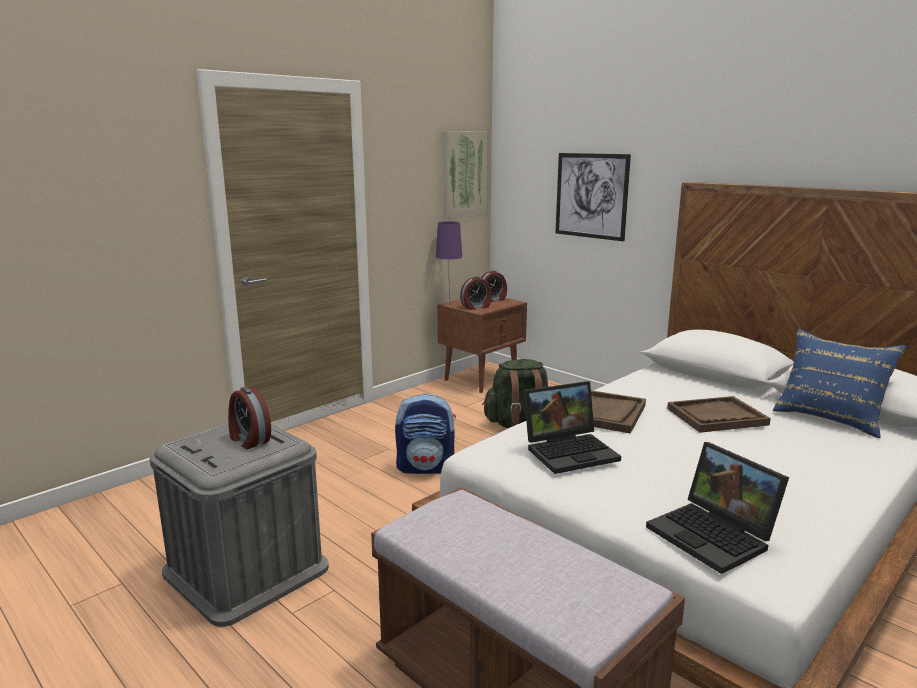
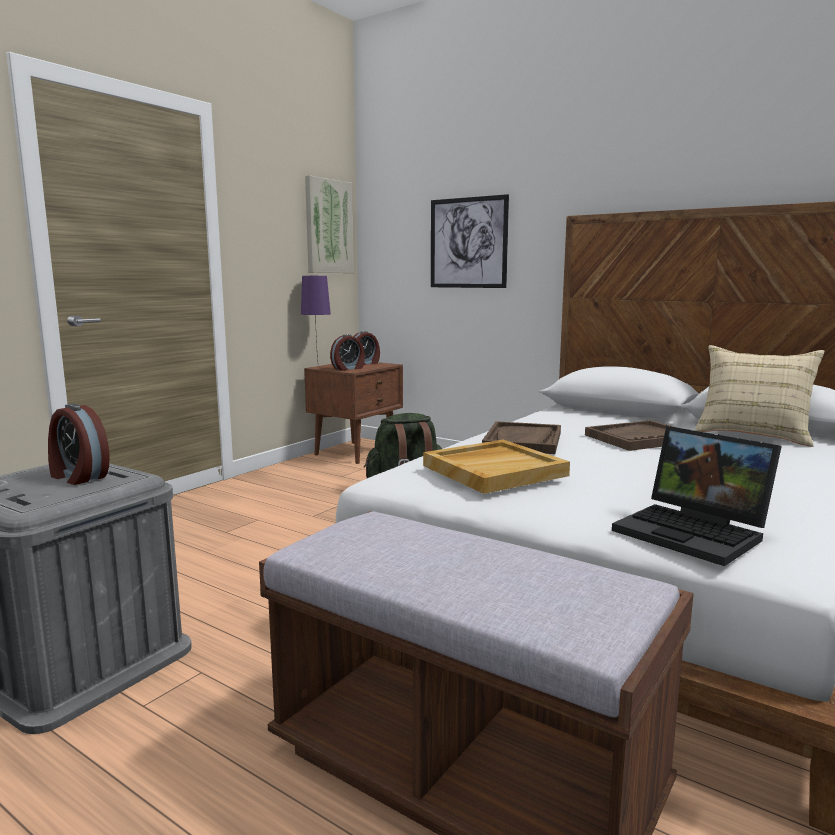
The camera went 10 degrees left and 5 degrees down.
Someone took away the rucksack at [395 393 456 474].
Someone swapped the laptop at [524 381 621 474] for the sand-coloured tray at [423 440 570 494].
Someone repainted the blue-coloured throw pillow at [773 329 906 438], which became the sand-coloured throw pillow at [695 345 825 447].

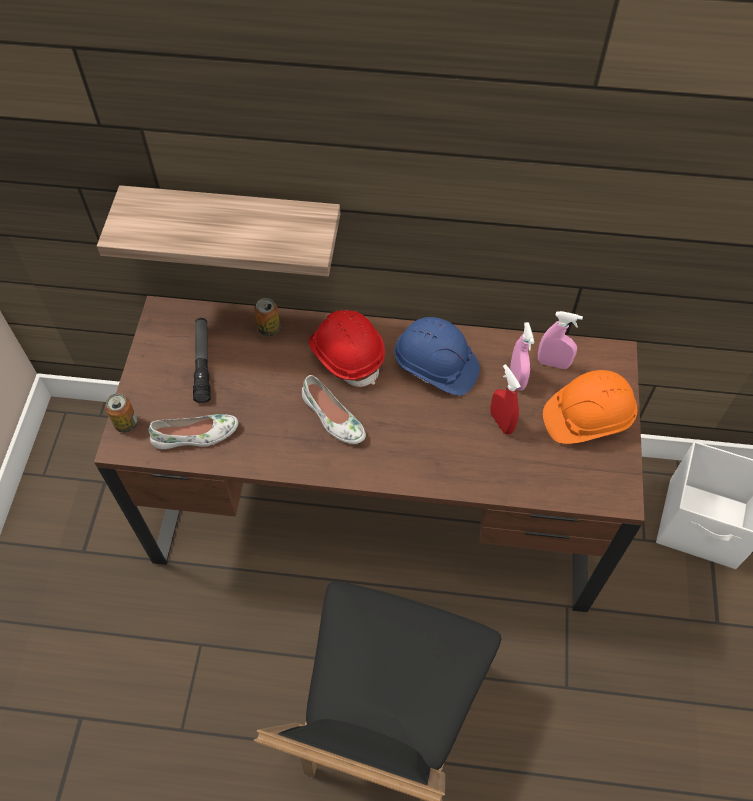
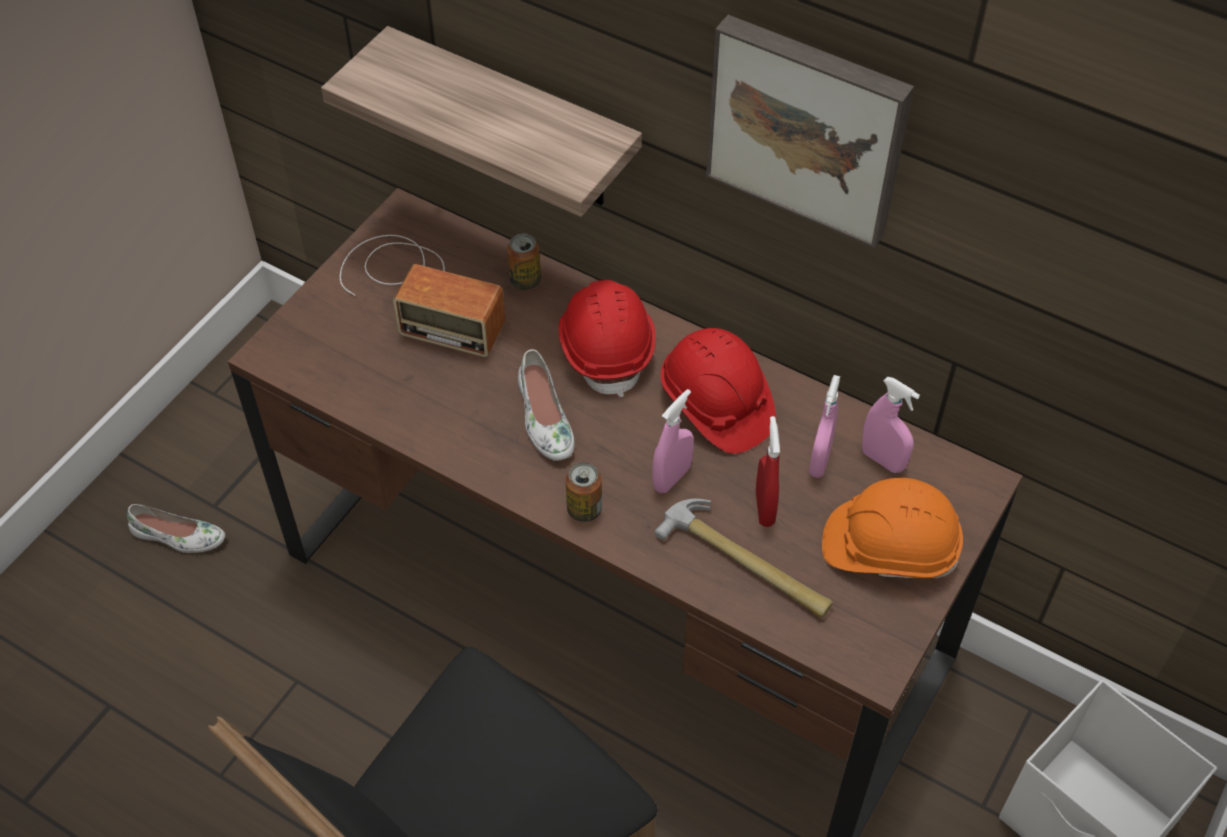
The camera went 25 degrees right and 5 degrees down.
Someone put down the pink-coloured spray bottle at [652 389 694 493].
Someone put down the hammer at [655 499 833 618].
Someone put up the picture at [706 15 914 248].
Someone carried the metal can from [105 394 138 433] to [566 462 602 522].
Someone carried the white-coloured low shoe from [149 414 238 449] to [127 504 225 553].
Someone swapped the torch at [193 318 210 403] for the radio set at [340 235 505 357].
Someone repainted the blue-coloured work helmet at [394 317 480 396], which became the red-coloured work helmet at [661 328 776 454].

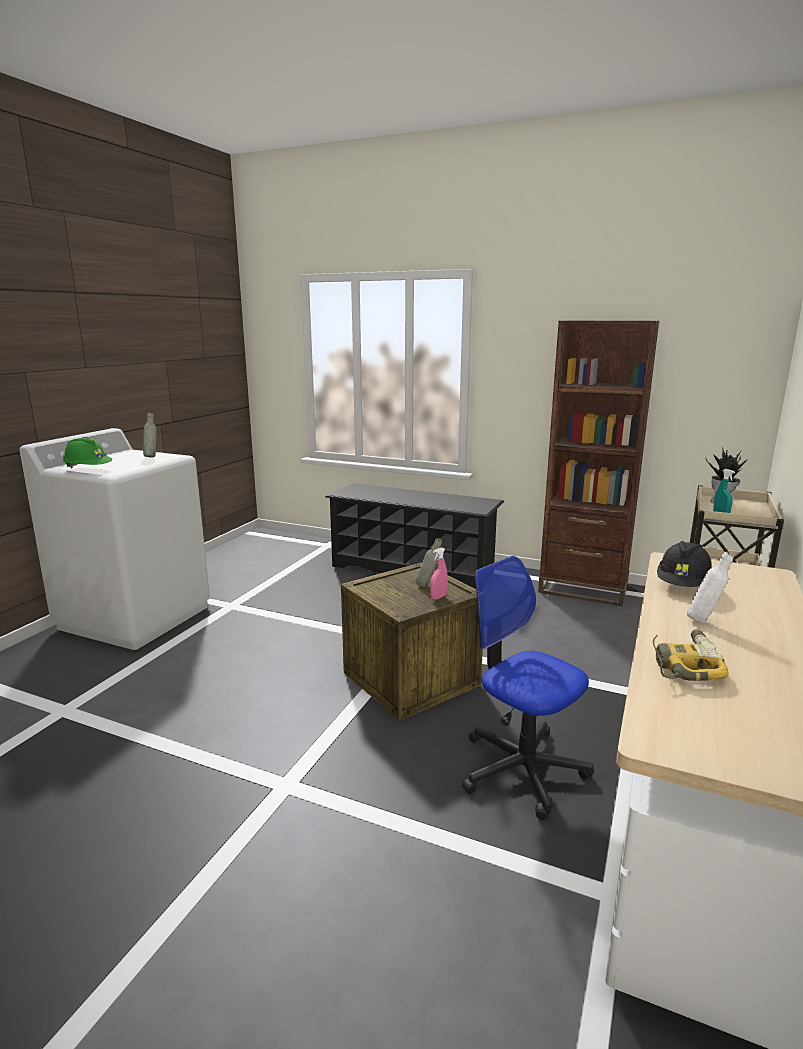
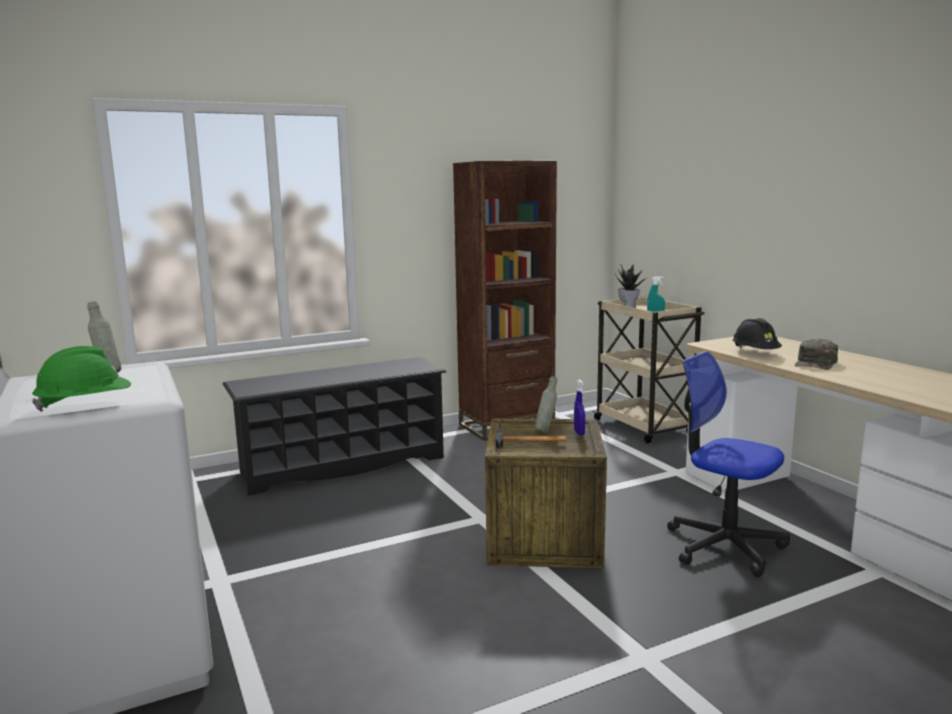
The camera went 50 degrees left and 5 degrees down.
Someone took away the electric drill at [653 629 729 681].
Someone put down the hammer at [496 430 566 449].
Someone swapped the white-coloured drink bottle at [687 552 734 623] for the green-coloured cap at [795 339 838 370].
Someone repainted the pink-coloured spray bottle at [430 547 448 600], which became the blue-coloured spray bottle at [574 379 585 435].
Someone rotated the office chair at [462 556 594 820] by 45 degrees clockwise.

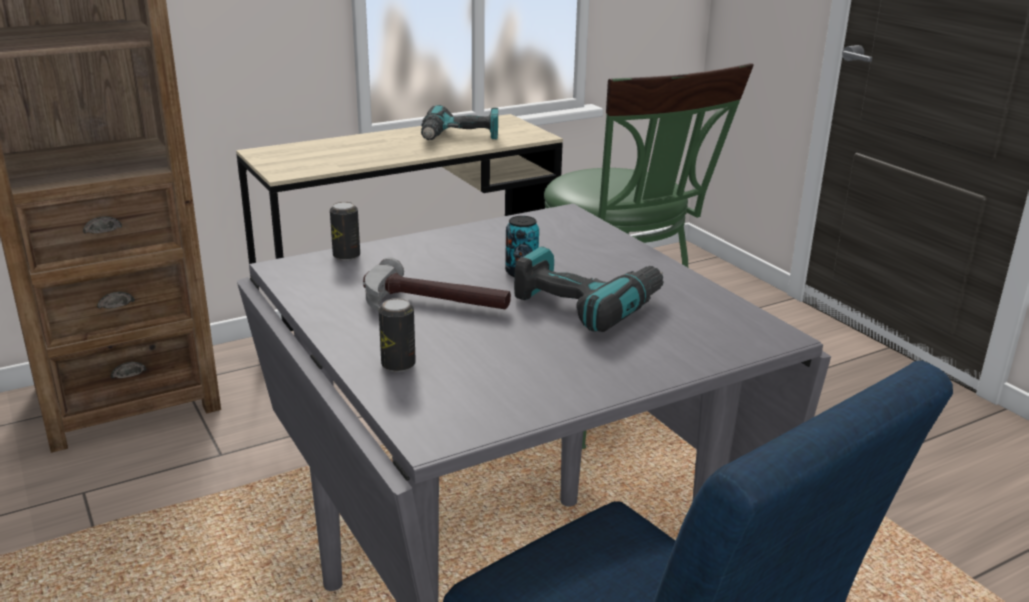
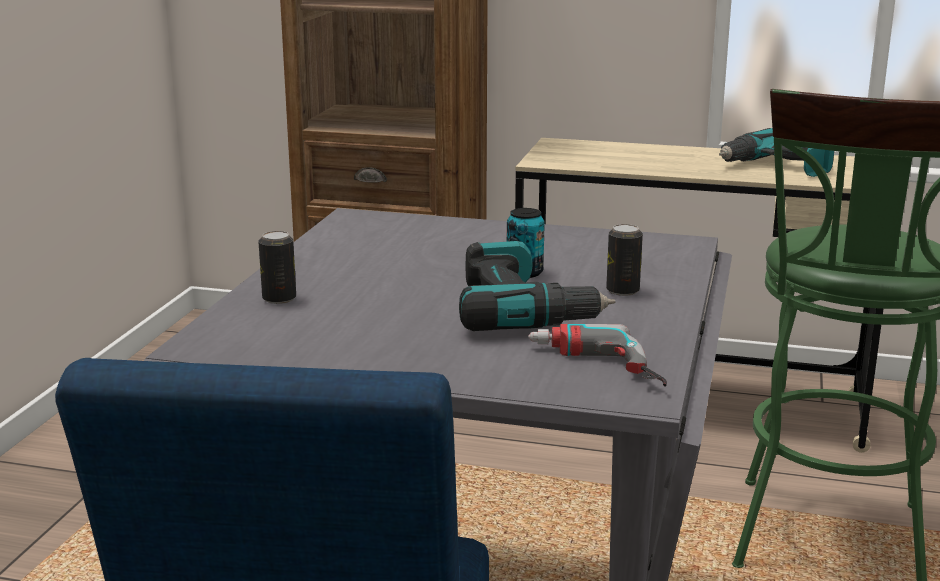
The camera went 45 degrees right and 5 degrees down.
Someone took away the hammer at [363 257 511 312].
Someone put down the electric drill at [528 324 667 387].
Someone carried the metal can from [330 202 360 261] to [606 224 643 296].

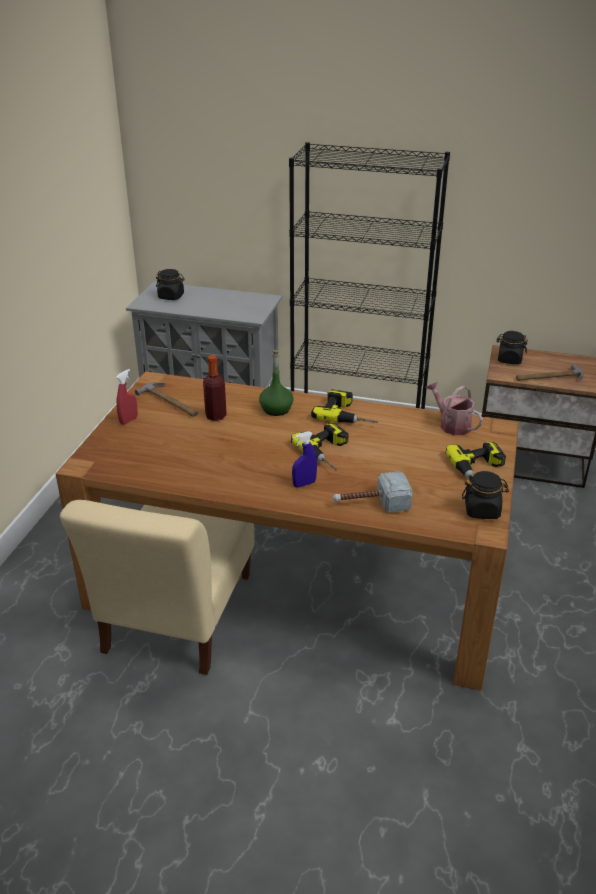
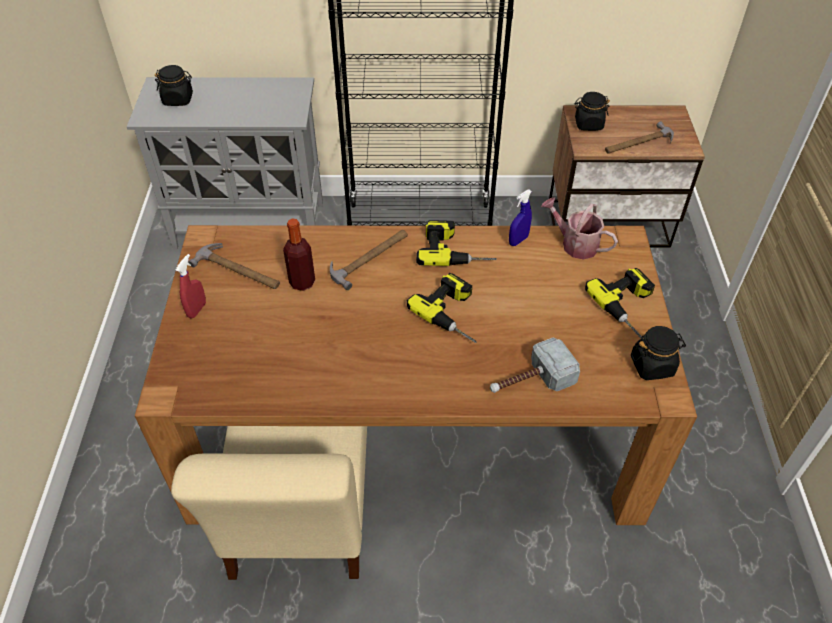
The camera went 15 degrees left and 15 degrees up.
Someone carried the blue-coloured spray bottle from [292 431 317 488] to [509 189 532 246].
Someone swapped the green-coloured drink bottle at [259 350 294 416] for the hammer at [330 230 408 290].

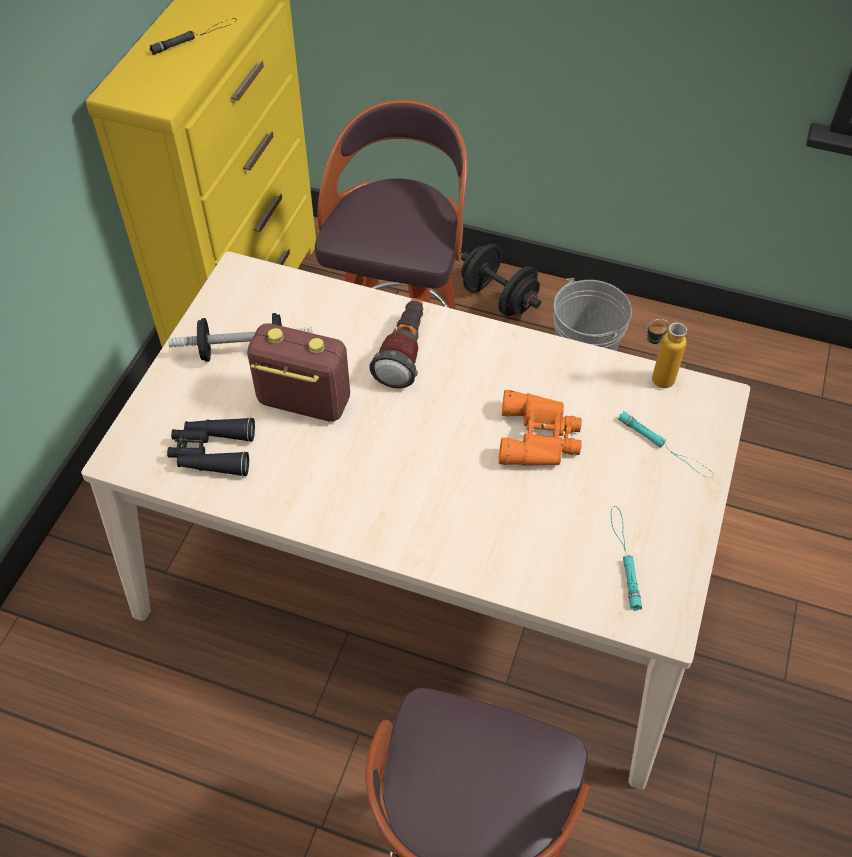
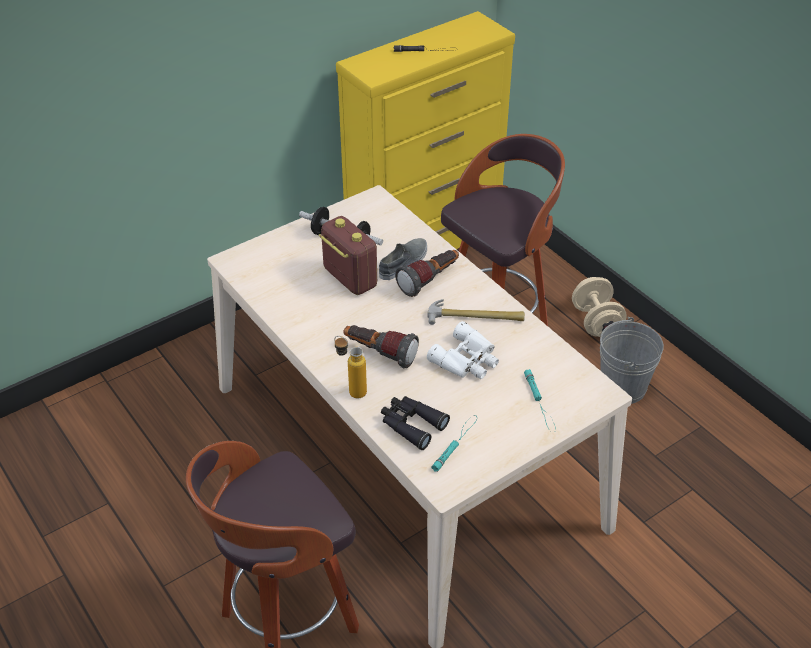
The camera went 35 degrees right and 10 degrees down.
Someone put down the torch at [344 325 419 368].
Someone put down the grey low shoe at [379 238 427 280].
Someone put down the hammer at [427 299 525 325].
Someone carried the black field glasses from [167 417 255 477] to [381 396 450 450].
Someone carried the drink bottle from [647 319 687 388] to [334 336 367 399].
Someone repainted the black free weight at [461 244 541 316], which became the sand-coloured free weight at [572 277 627 337].
Someone repainted the orangey field glasses at [499 390 582 466], which became the white-coloured field glasses at [427 321 499 379].

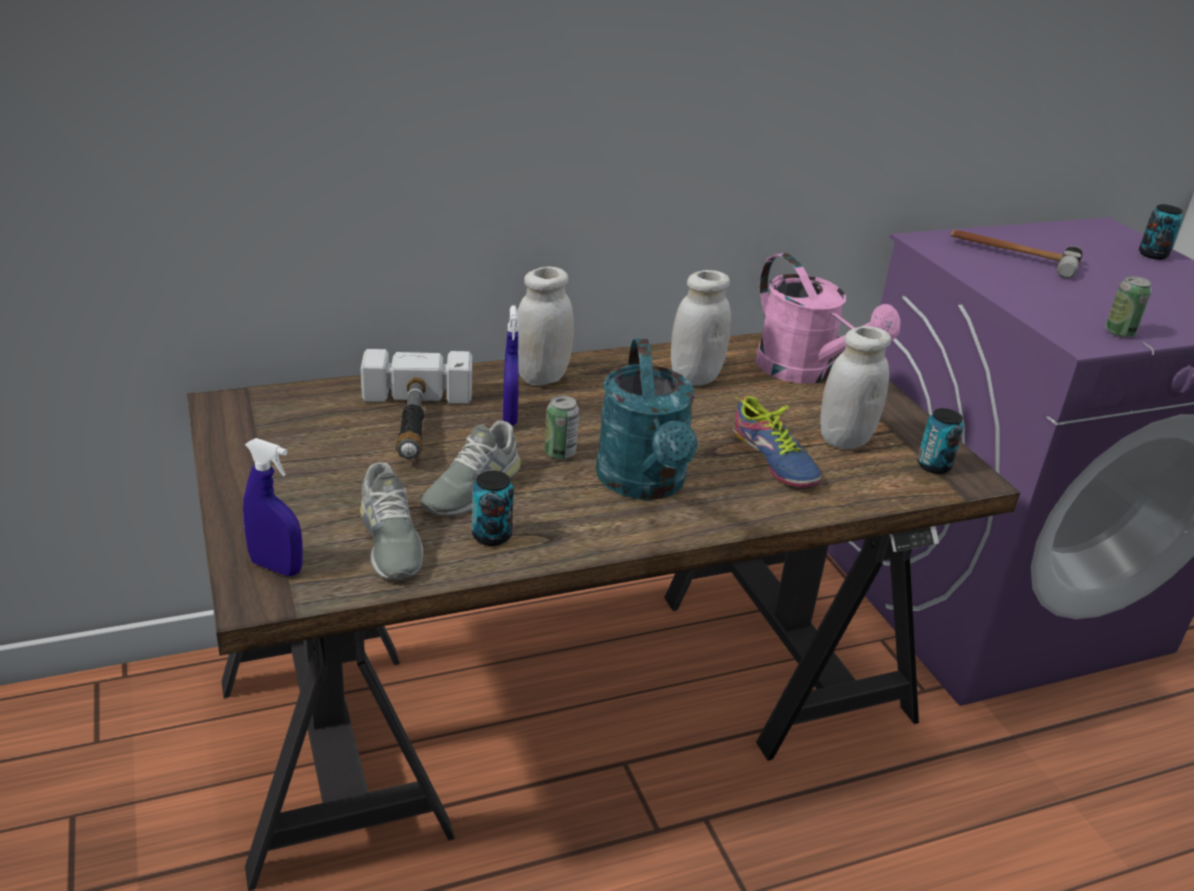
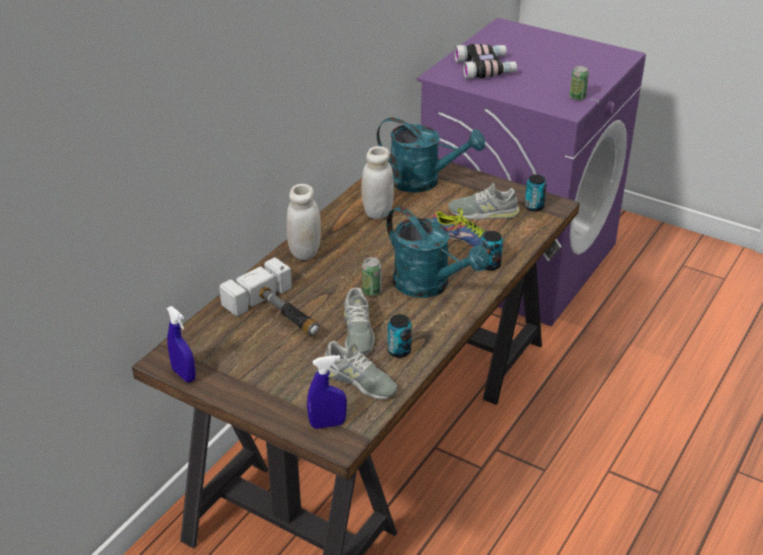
The camera went 35 degrees left and 5 degrees up.
Someone carried the blue-coloured spray bottle from [503 305 519 425] to [166 306 196 382].
Someone carried the metal can from [1139 204 1183 260] to [481 231 503 270].
Someone swapped the white-coloured storage jar at [820 326 891 449] for the grey low shoe at [448 182 520 220].
Someone swapped the hammer at [950 230 1083 278] for the field glasses at [454 44 517 79].
Someone repainted the pink-coloured sprinkling can at [756 253 900 384], which became the blue-green sprinkling can at [377 118 485 193].

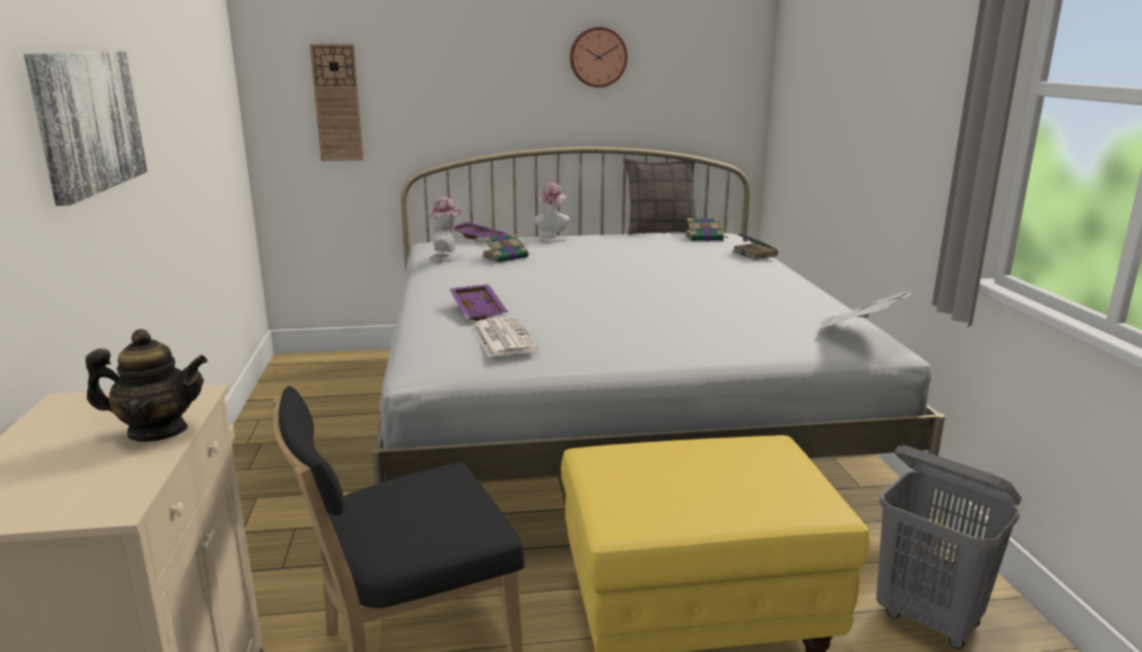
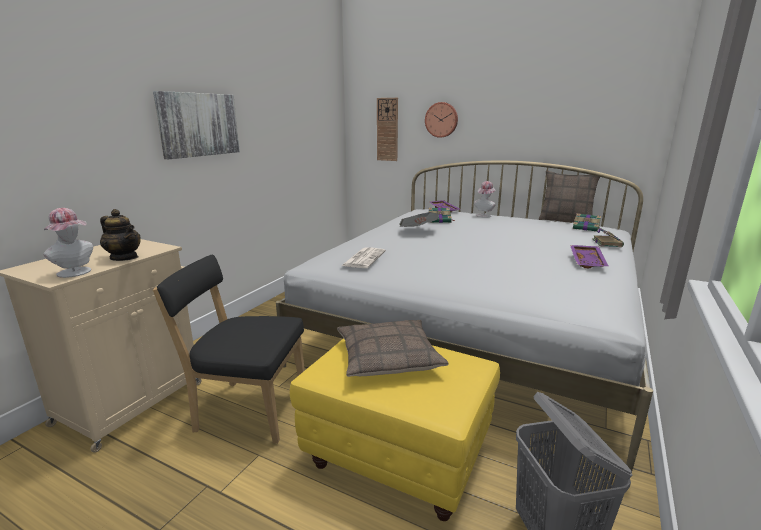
The camera went 35 degrees right and 0 degrees up.
Someone put down the throw pillow at [337 320 449 377].
Someone carried the hat from [428 197 463 261] to [43 208 93 278].
Someone carried the purple tray from [449 284 508 321] to [570 245 608 268].
Someone carried the clock on the wall from [570 27 628 88] to [425 102 458 138].
Someone carried the daily paper from [819 291 911 329] to [399 212 439 227].

